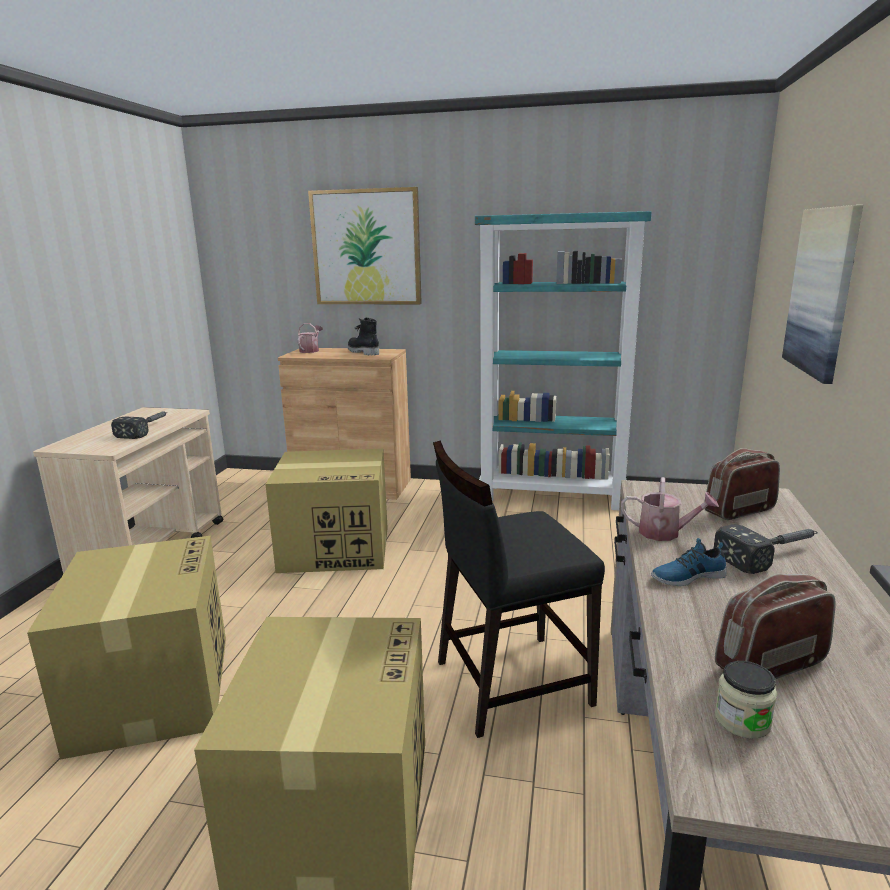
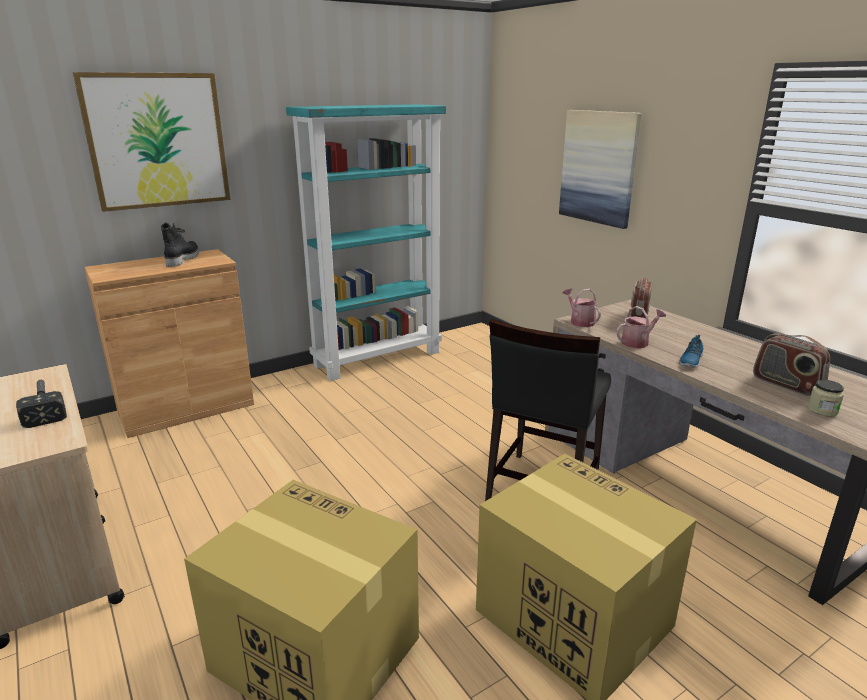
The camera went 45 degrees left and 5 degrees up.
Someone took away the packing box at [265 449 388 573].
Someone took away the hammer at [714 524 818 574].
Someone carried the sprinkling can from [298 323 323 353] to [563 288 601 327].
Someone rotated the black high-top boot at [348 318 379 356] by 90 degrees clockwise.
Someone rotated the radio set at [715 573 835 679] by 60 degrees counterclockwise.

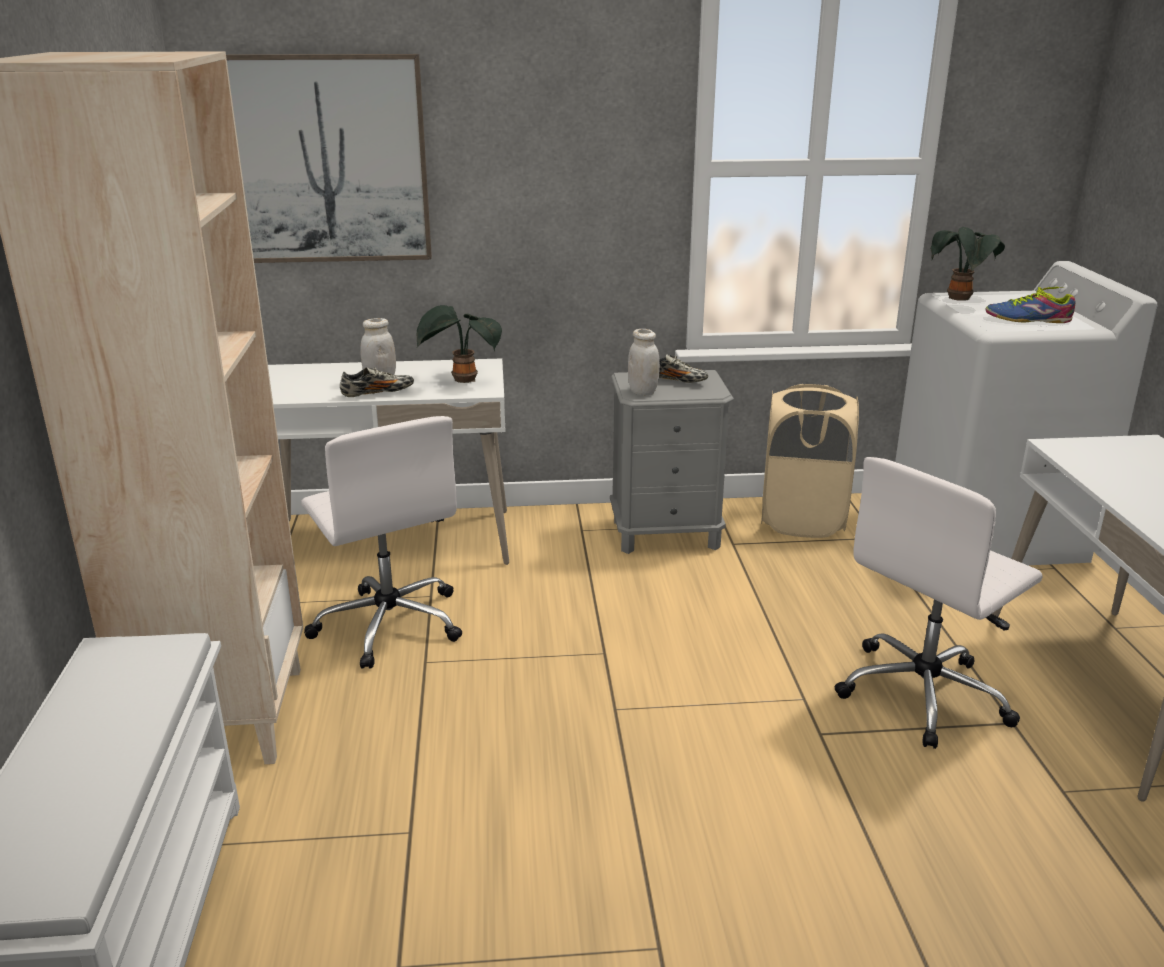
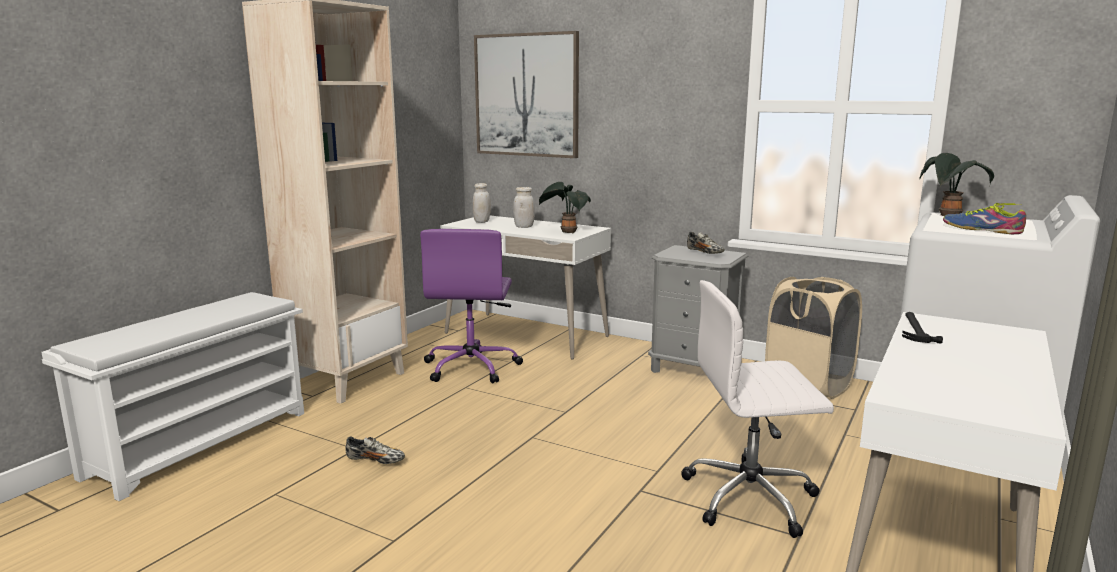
The camera went 35 degrees right and 10 degrees down.
Someone put down the hammer at [902 312 943 344].
Someone carried the low shoe from [340 367 414 397] to [345 436 405 464].
Someone carried the white-coloured storage jar from [628 329 660 396] to [473 183 491 223].
Someone repainted the white-coloured office chair at [301 416 462 669], which became the purple office chair at [420 229 523 383].

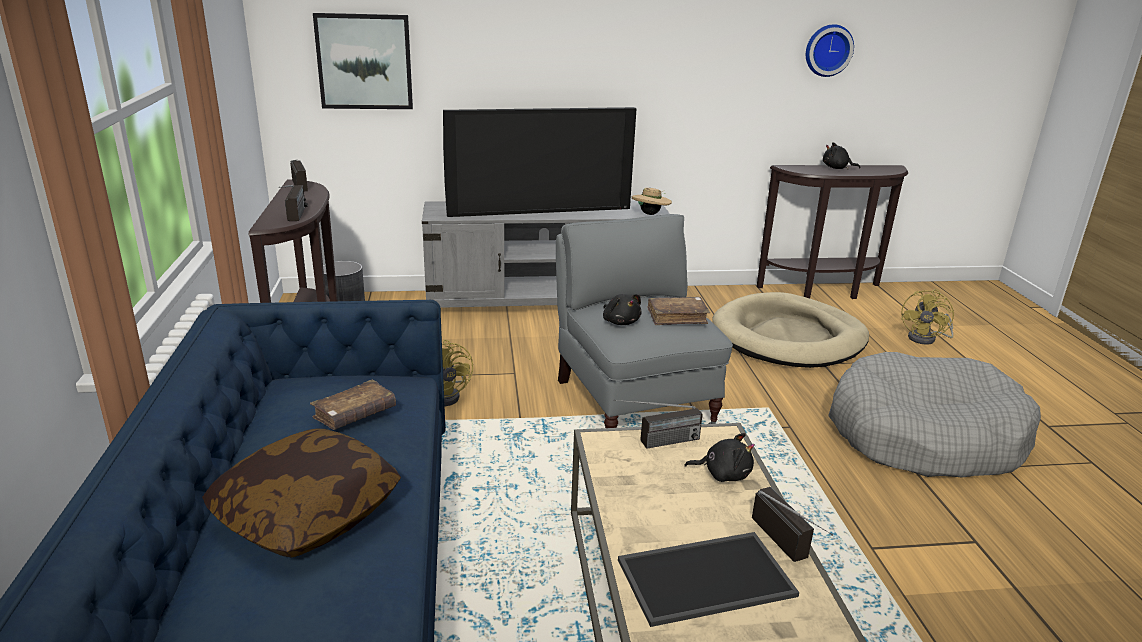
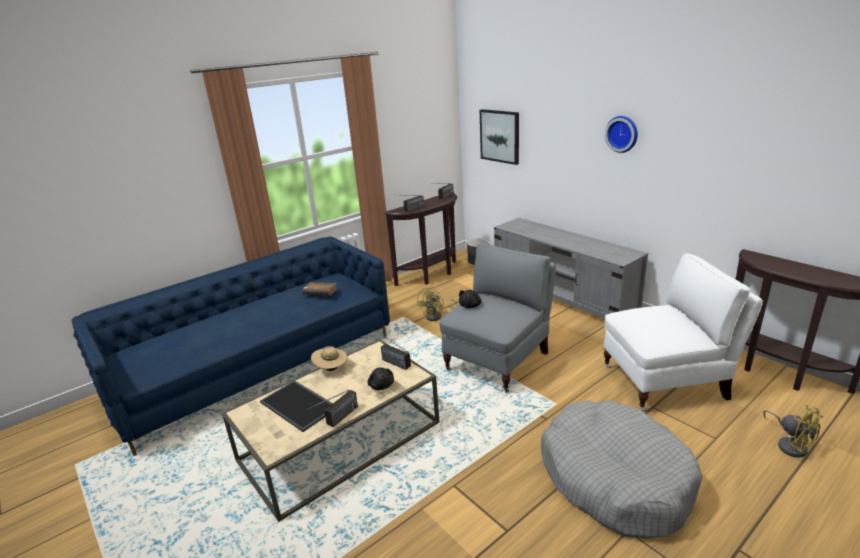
The camera went 60 degrees right and 0 degrees up.
Someone took away the throw pillow at [202 429 401 558].
Someone took away the TV set at [443 107 637 217].
Someone took away the brownish bound book at [647 297 710 325].
Someone took away the black plush toy at [823 142 860 169].
Someone carried the sand-coloured hat from [631 188 672 215] to [311 346 347 371].
Someone carried the clock on the wall from [806 24 854 77] to [605 116 638 153].
Someone swapped the sand-coloured dog cushion at [712 292 869 368] for the white-coloured lounge chair at [603 253 763 412].
Someone rotated the yellow fan at [901 289 954 345] by 120 degrees counterclockwise.

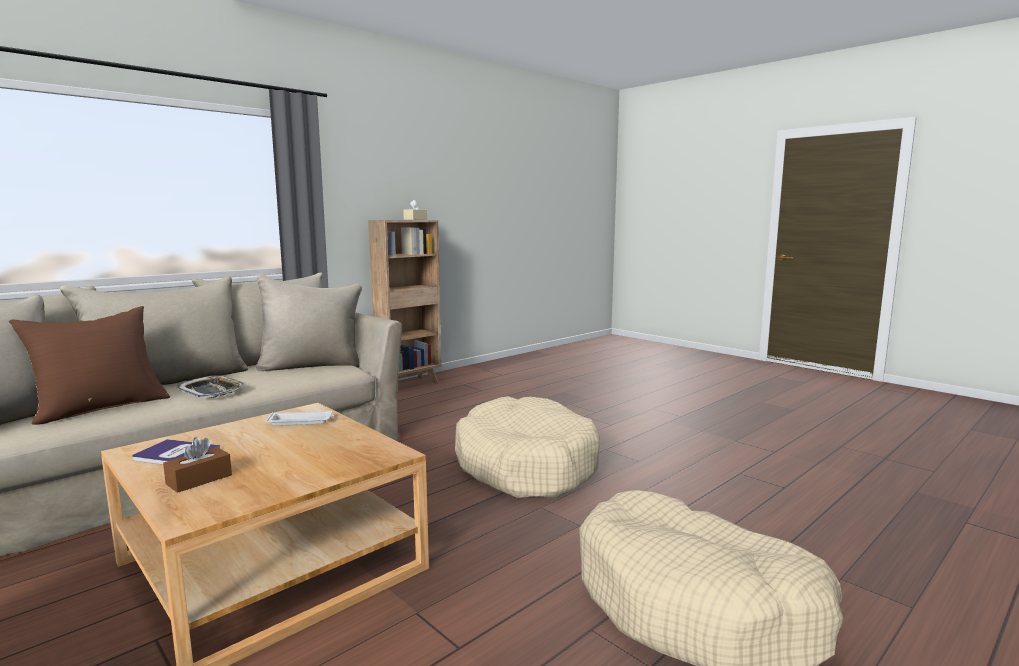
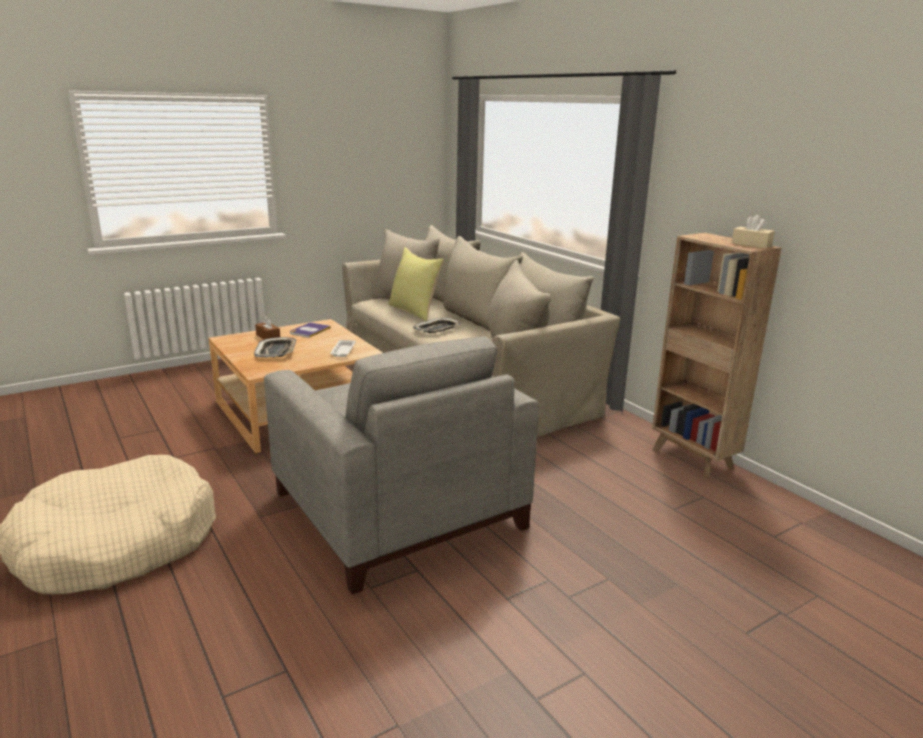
The camera went 100 degrees right and 10 degrees up.
Someone put down the tray at [254 337 297 358].
Someone swapped the sand-coloured dog cushion at [455 396 600 498] for the grey lounge chair at [264 336 539 595].
Someone repainted the brownish throw pillow at [9 306 170 425], which became the yellow throw pillow at [388 247 444 321].

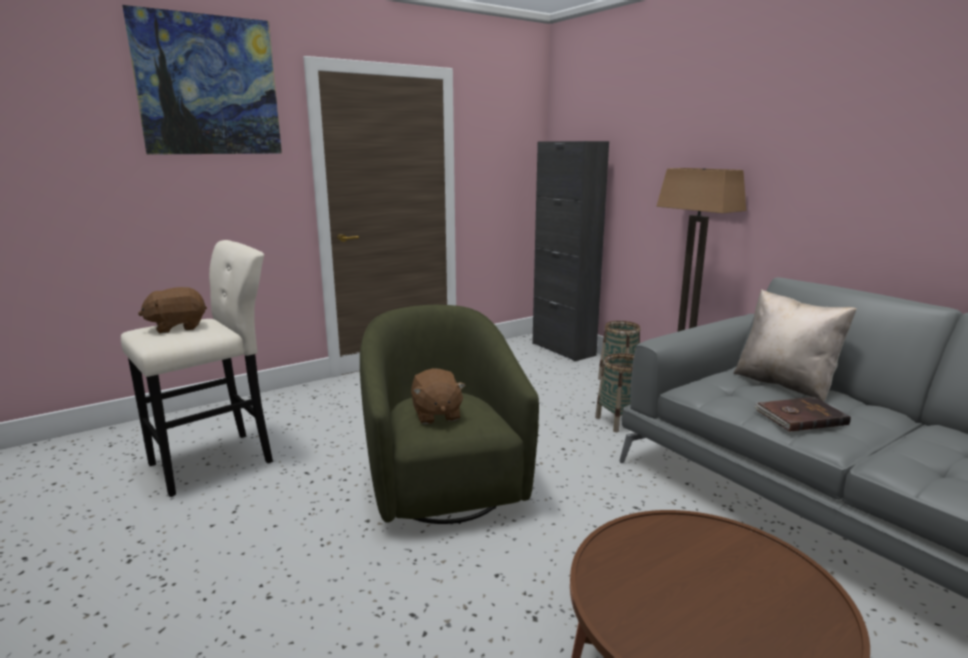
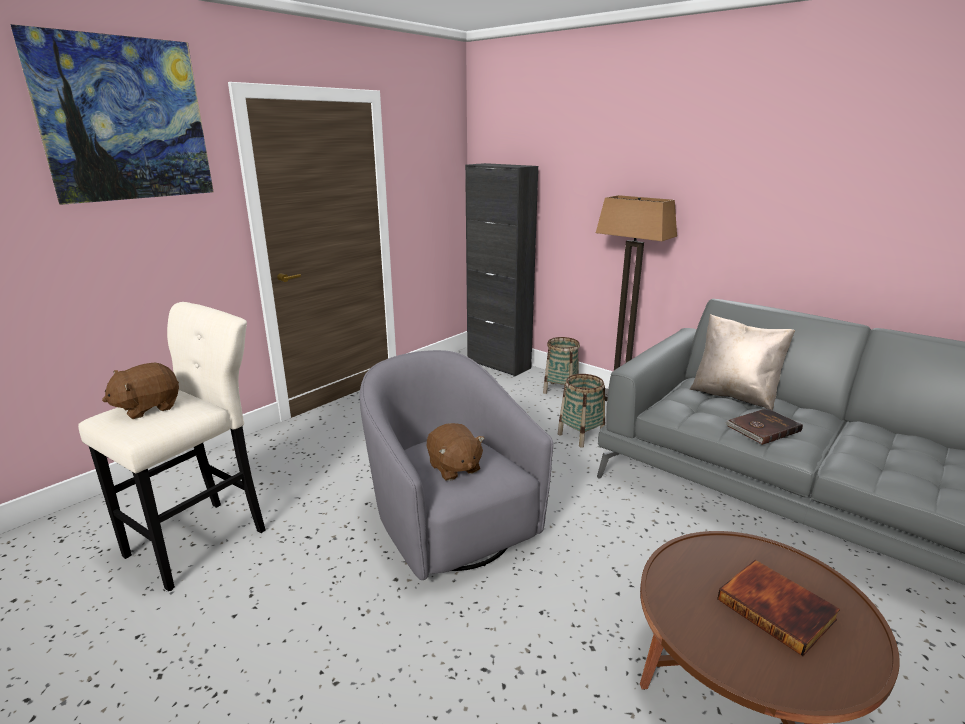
The camera went 15 degrees left and 5 degrees up.
Someone put down the bound book at [717 560 840 656].
Someone repainted the green-coloured lounge chair at [360 305 539 524], which became the grey lounge chair at [360 350 553 580].

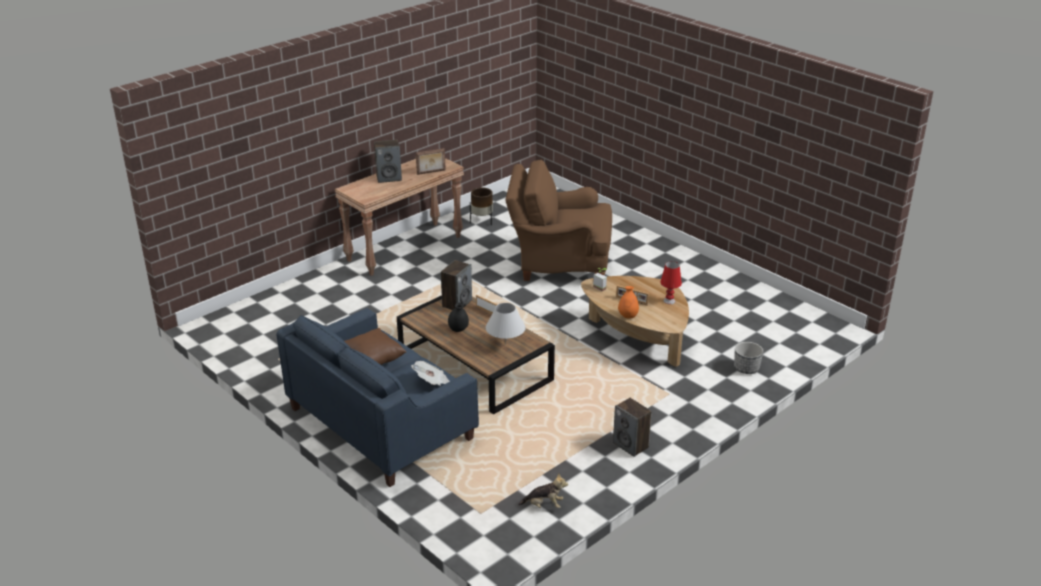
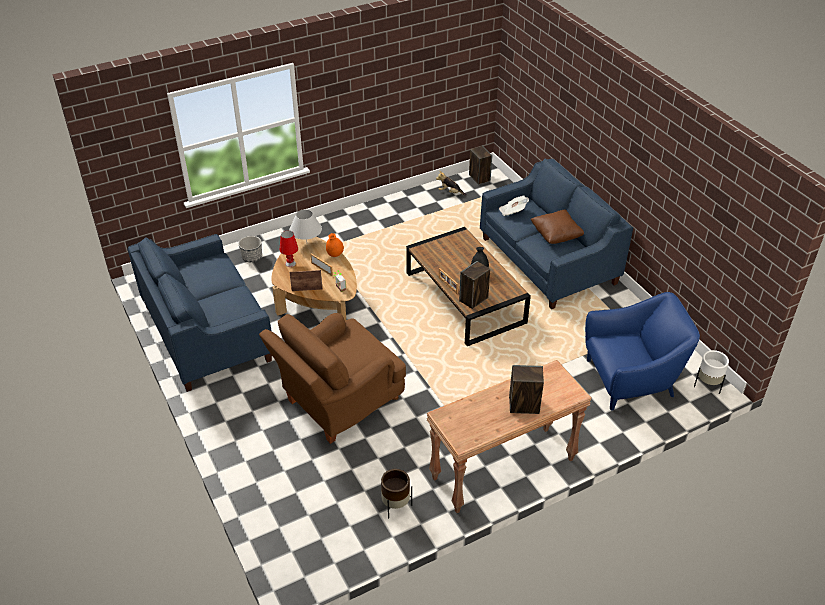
The camera went 165 degrees left and 10 degrees up.
Someone put down the blue-coloured settee at [128 234 272 392].
Someone put down the blue-coloured lounge chair at [585 292 700 410].
Someone put down the white-coloured flower pot at [694 350 729 394].
Someone carried the photo frame from [416 148 446 175] to [290 270 322 291].
Someone carried the white-coloured tabletop lamp from [486 303 526 346] to [289 209 322 241].
Someone carried the audio speaker from [613 398 652 457] to [469 146 492 185].
Someone rotated the brownish lounge chair at [505 160 612 281] by 120 degrees clockwise.

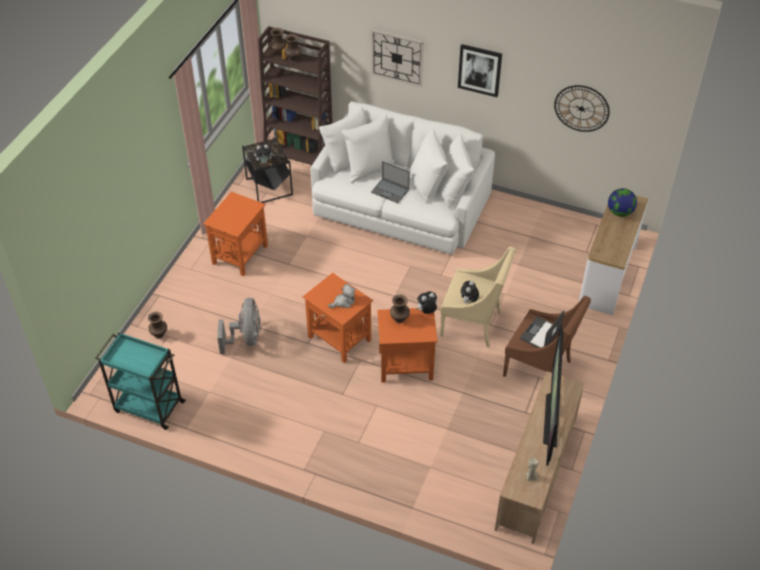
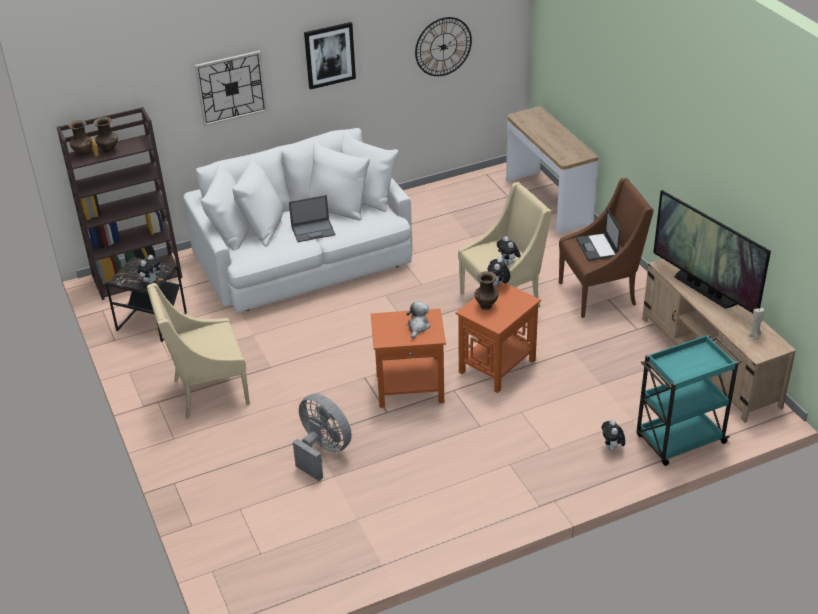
The camera went 45 degrees left and 10 degrees down.
Someone took away the brownish flower vase at [148 312 167 339].
Someone took away the globe at [608 188 637 217].
Someone put down the plush toy at [601 420 625 451].
Someone carried the blue-green trolley from [95 332 186 430] to [636 334 742 466].
Someone swapped the orangey side table at [203 192 268 276] for the sand-coloured lounge chair at [147 283 250 419].

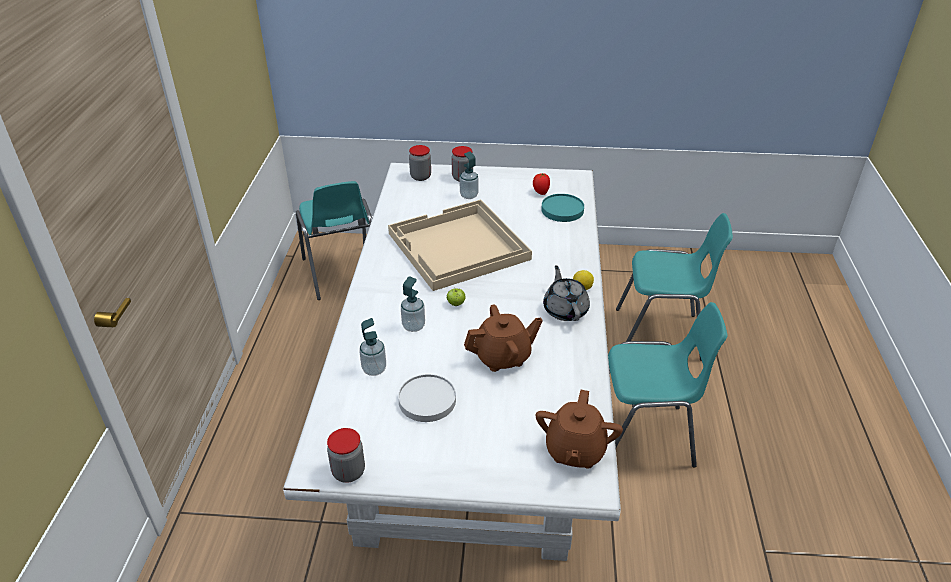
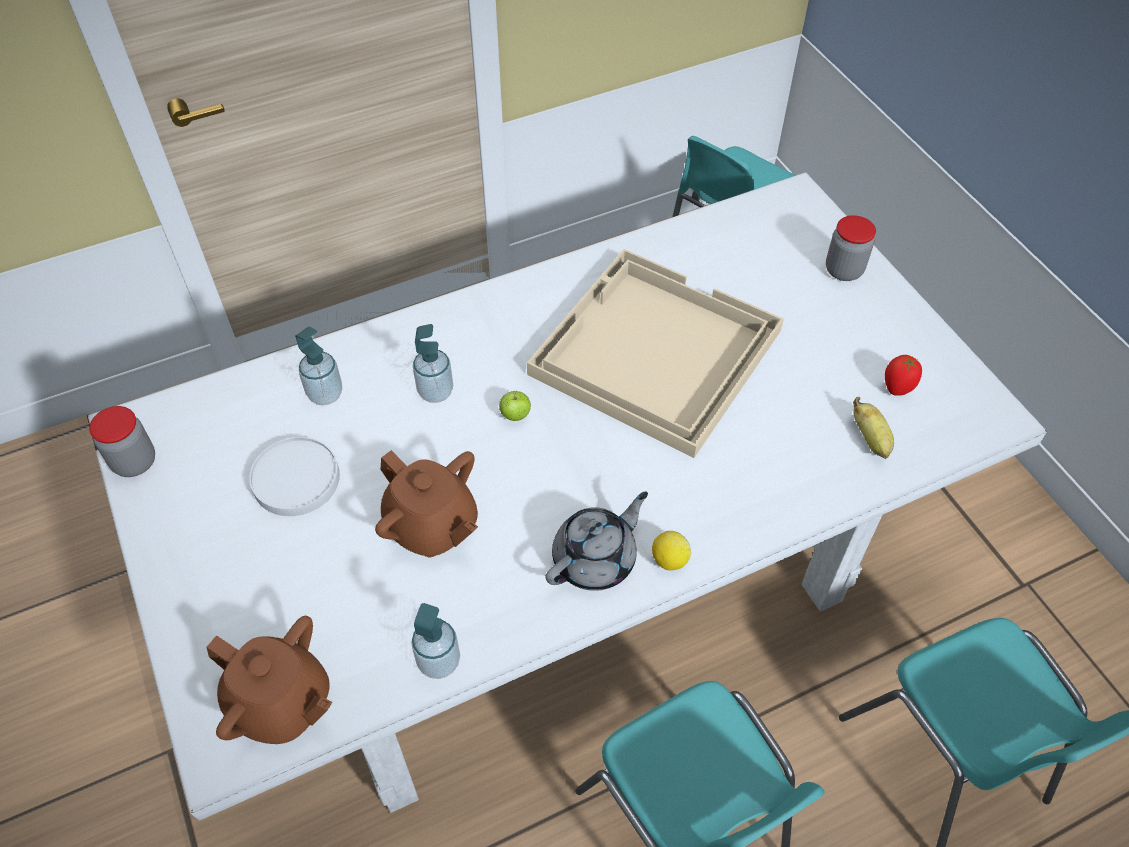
The camera went 60 degrees right and 15 degrees up.
Someone took away the storage jar at [409 145 431 181].
Someone carried the liquid soap bottle from [460 152 479 199] to [411 603 460 679].
Someone swapped the blue-green dinner plate at [541 194 584 222] for the whole banana at [853 397 894 459].
Someone rotated the brownish tea pot at [536 390 623 469] by 135 degrees counterclockwise.

